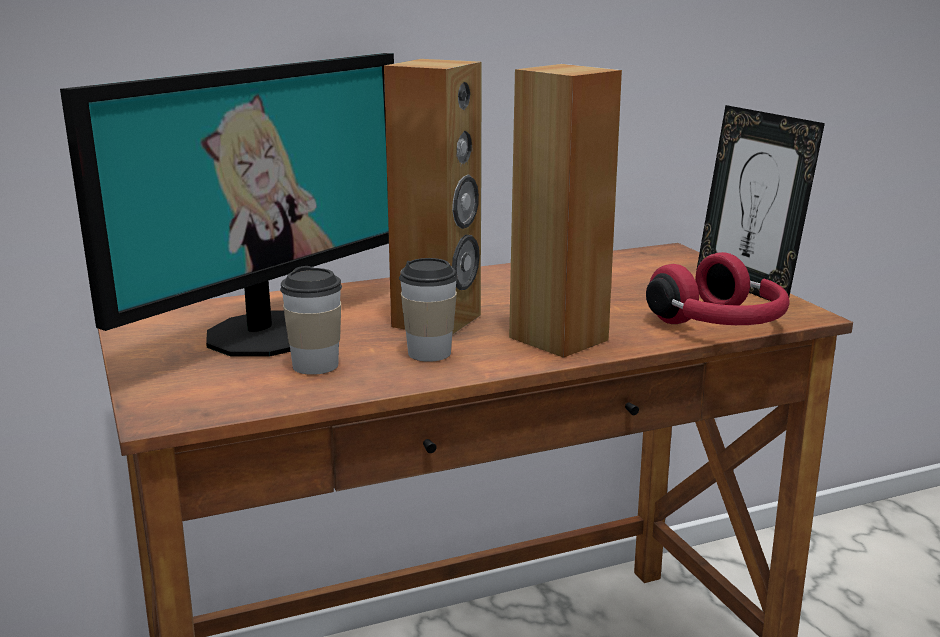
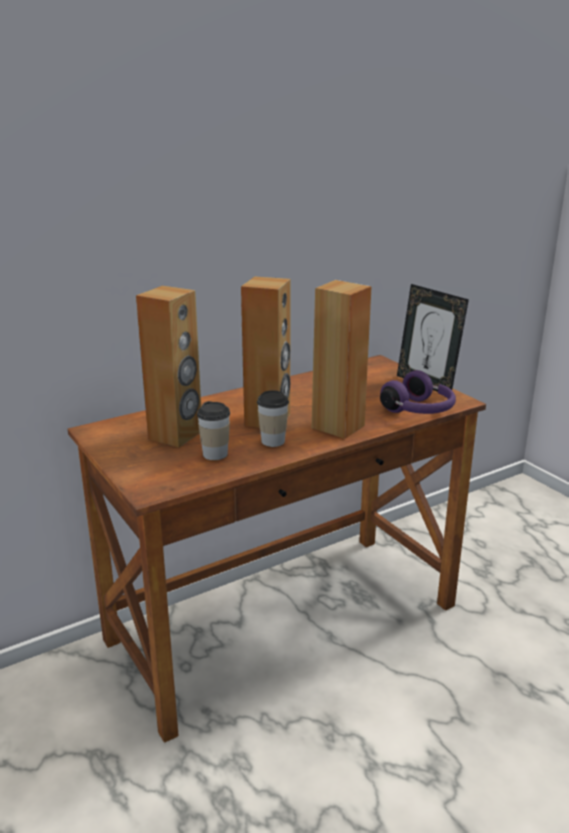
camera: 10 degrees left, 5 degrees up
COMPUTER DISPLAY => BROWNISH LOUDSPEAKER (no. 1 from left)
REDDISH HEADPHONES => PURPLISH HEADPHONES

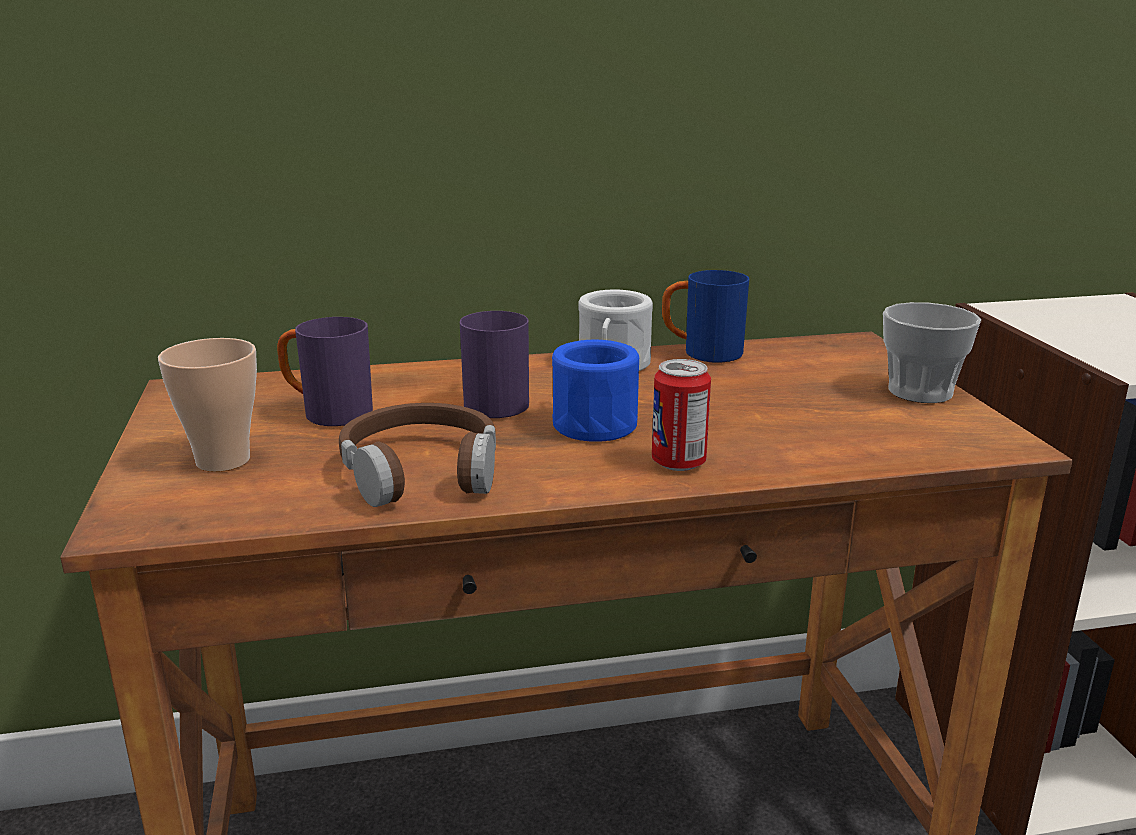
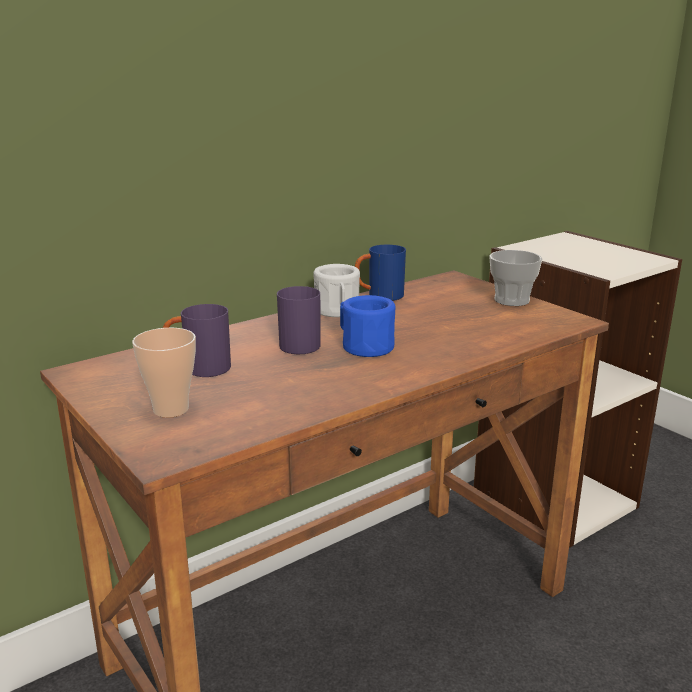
camera: 25 degrees left, 0 degrees up
METAL CAN => nothing
BROWNISH HEADPHONES => nothing

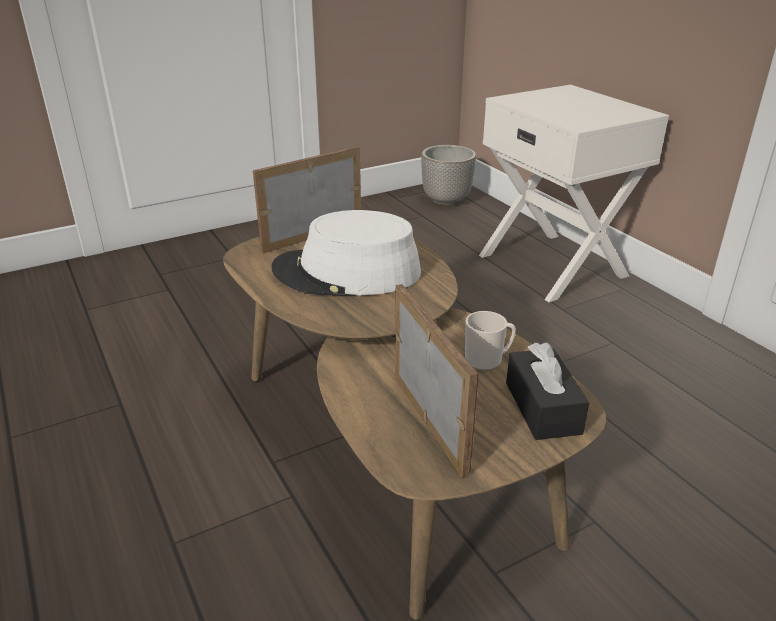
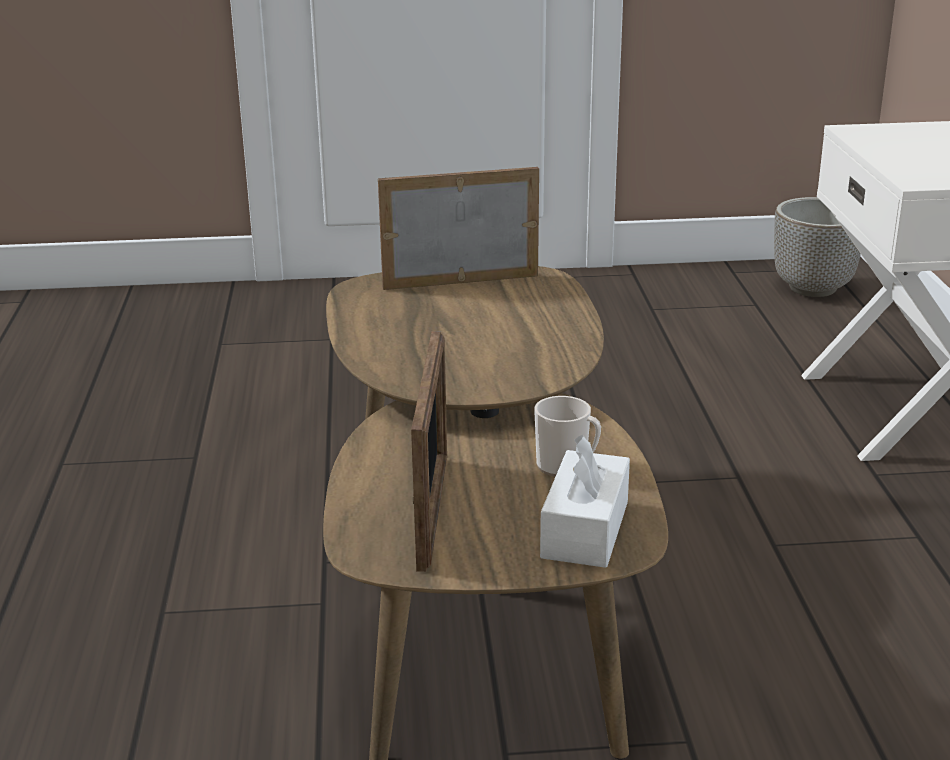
camera: 25 degrees right, 5 degrees down
WHITE-COLOURED WEARABLE HAT => nothing
BLACK TISSUE HOLDER => WHITE-COLOURED TISSUE HOLDER

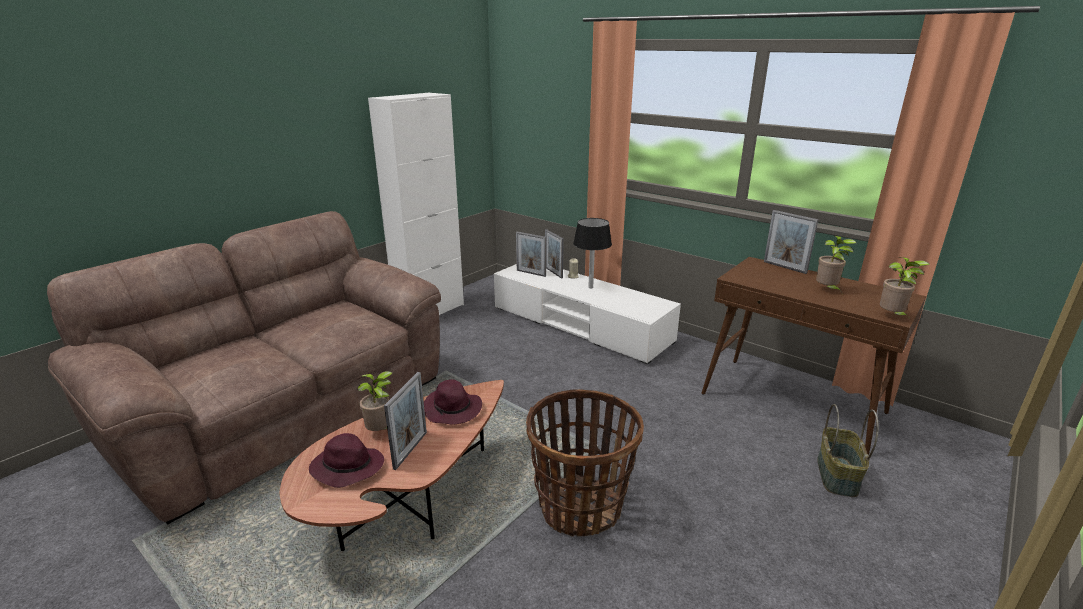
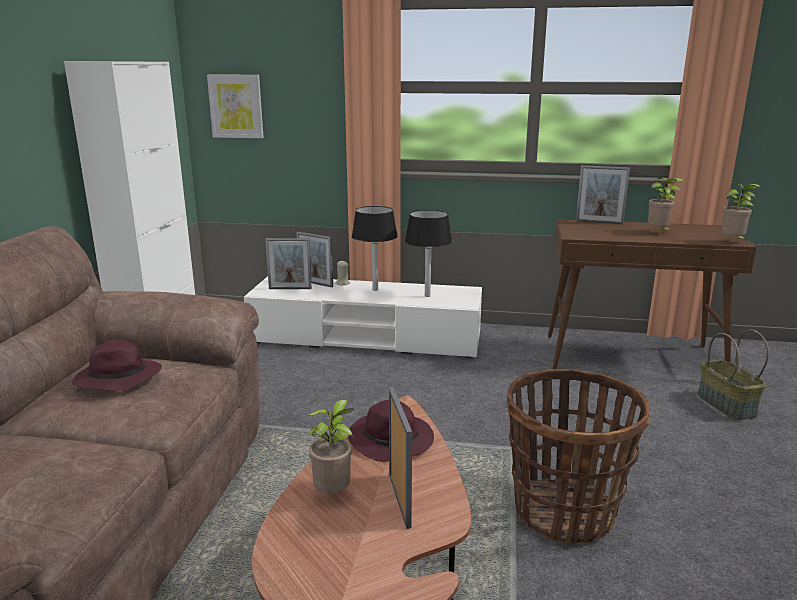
camera: 30 degrees left, 5 degrees down
PURPLISH WEARABLE HAT (no. 1 from left), relocated
nothing => WALL ART
nothing => BLACK TABLE LAMP (no. 2 from left)

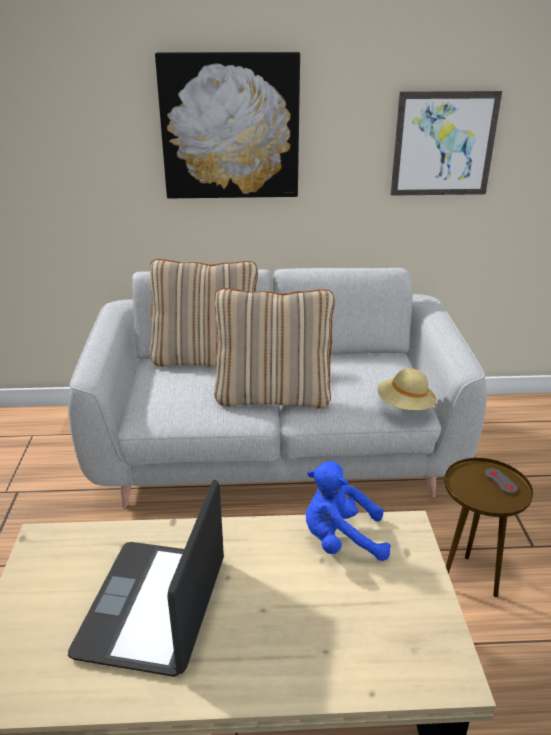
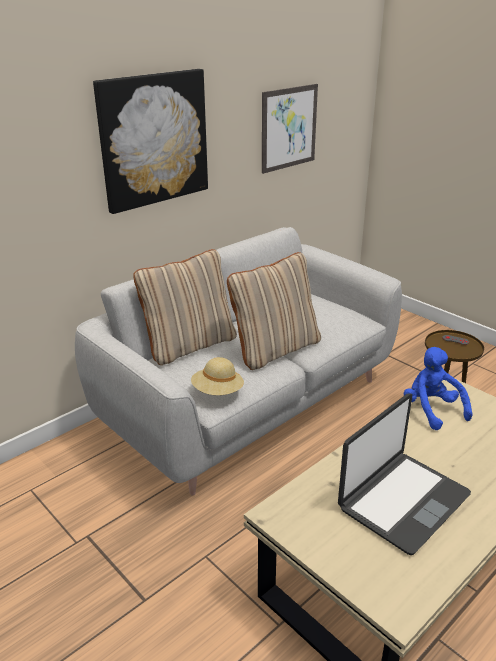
camera: 40 degrees left, 0 degrees up
BEIGE WEARABLE HAT, relocated
BLUE-COLOURED PLUSH TOY, 105 degrees clockwise
NOTEBOOK COMPUTER, 105 degrees counterclockwise

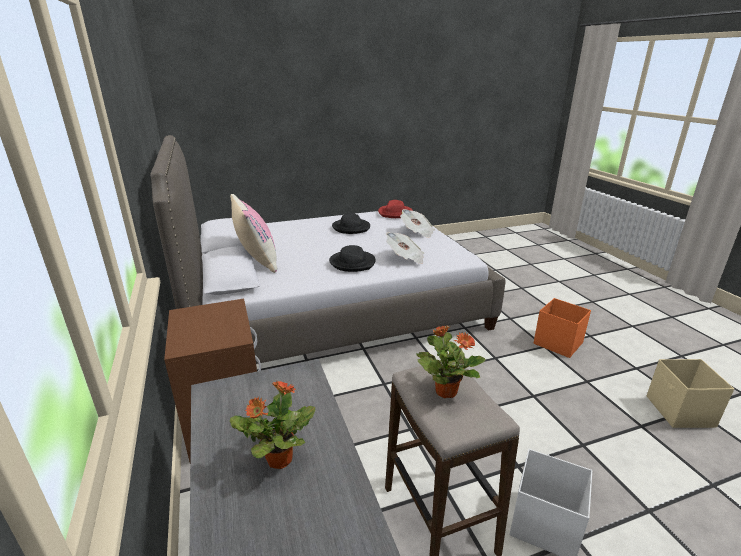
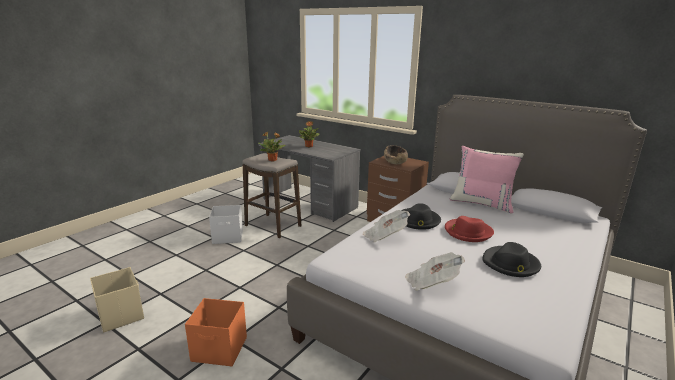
camera: 145 degrees right, 5 degrees down
REDDISH WEARABLE HAT, relocated
nothing => BROWNISH DEEP DISH

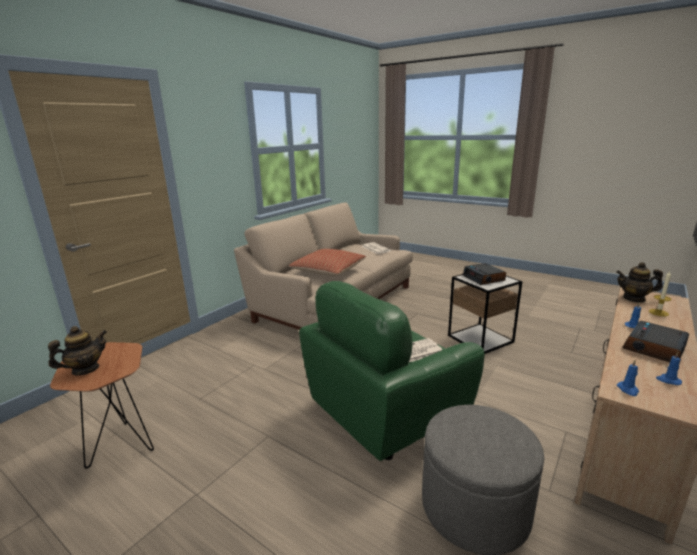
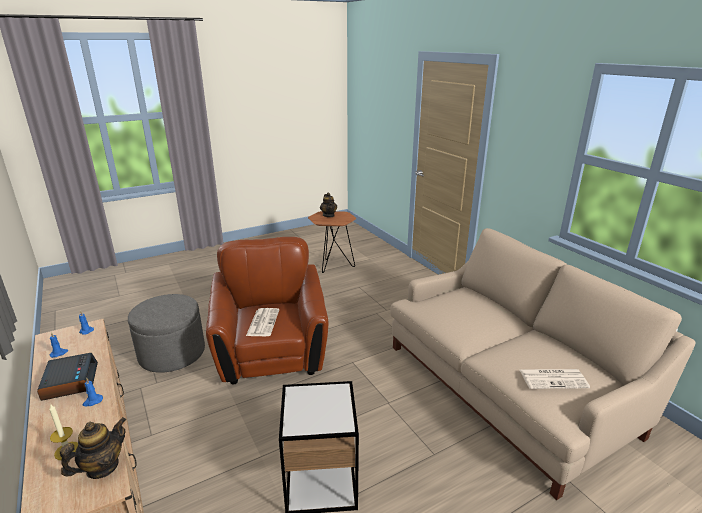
camera: 115 degrees right, 5 degrees up
CUSHION => nothing
ALARM CLOCK (no. 1 from left) => nothing
GREENISH ARMCHAIR => BROWNISH ARMCHAIR

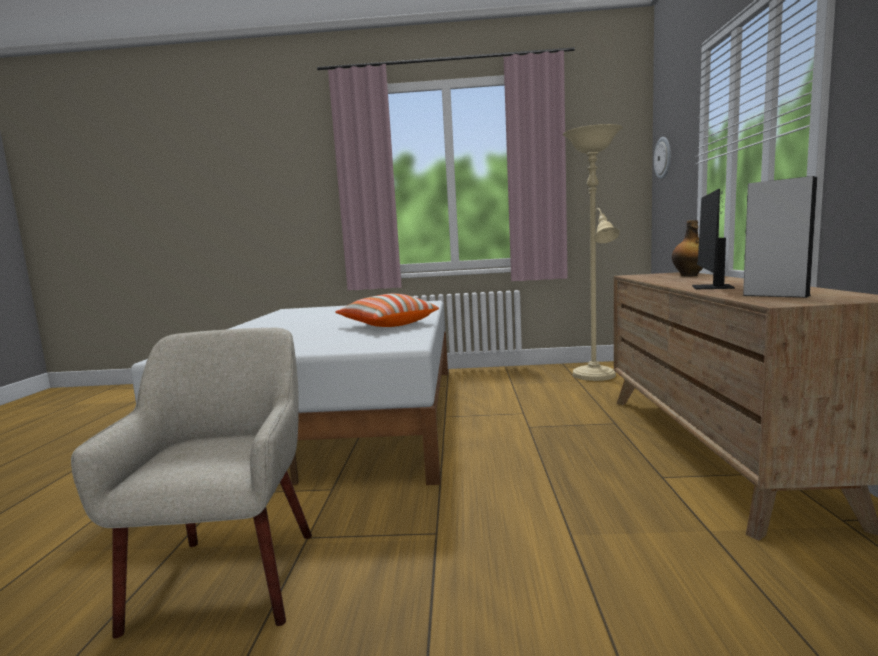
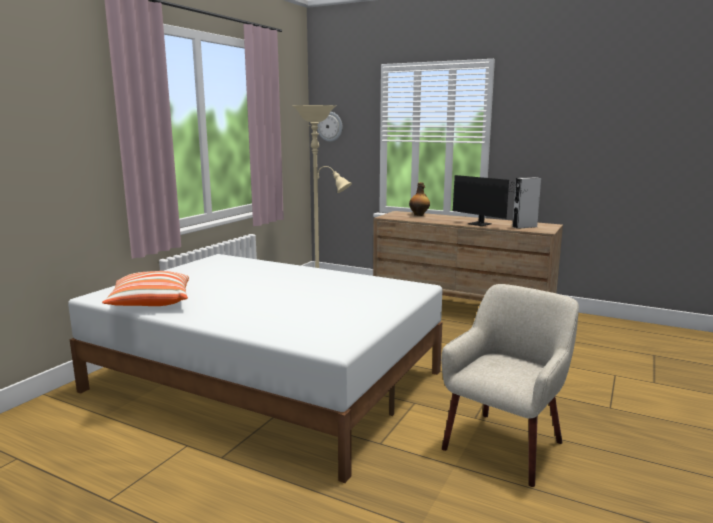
camera: 65 degrees left, 5 degrees up
CUSHION, relocated
BEIGE ARMCHAIR, 105 degrees clockwise

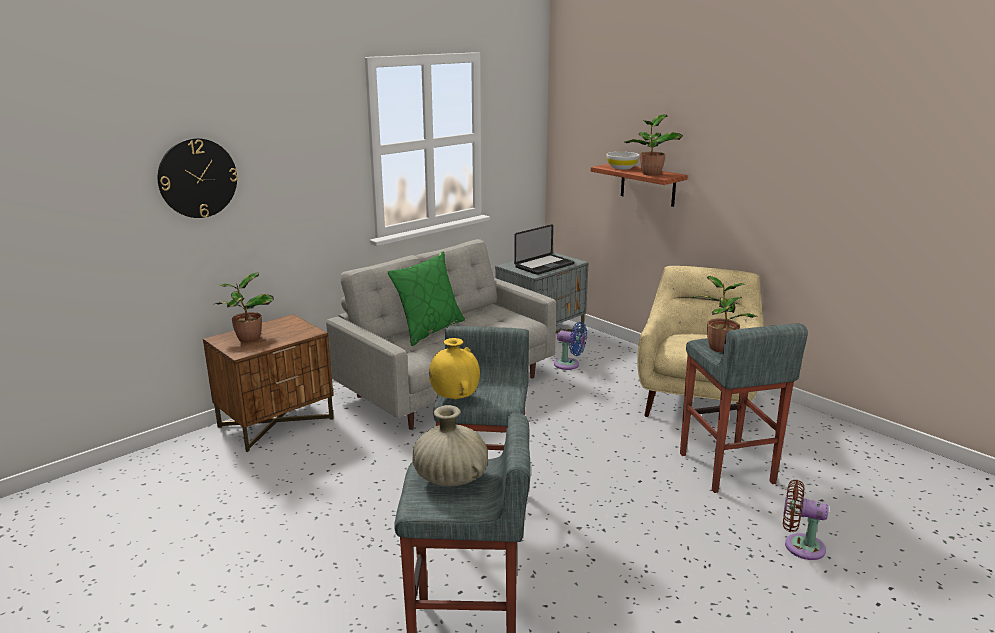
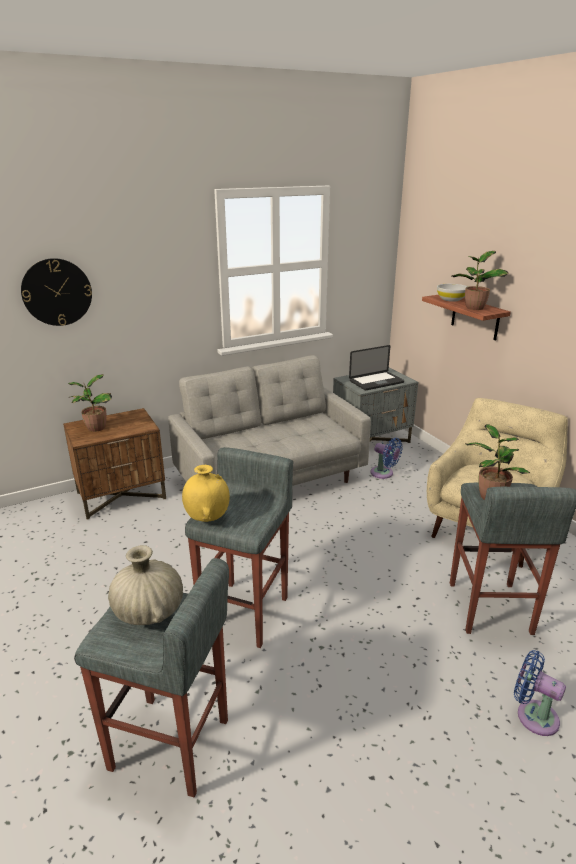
camera: 15 degrees right, 5 degrees up
GREENISH CUSHION => nothing
BROWNISH FAN => BLUE-COLOURED FAN (no. 2 from left)

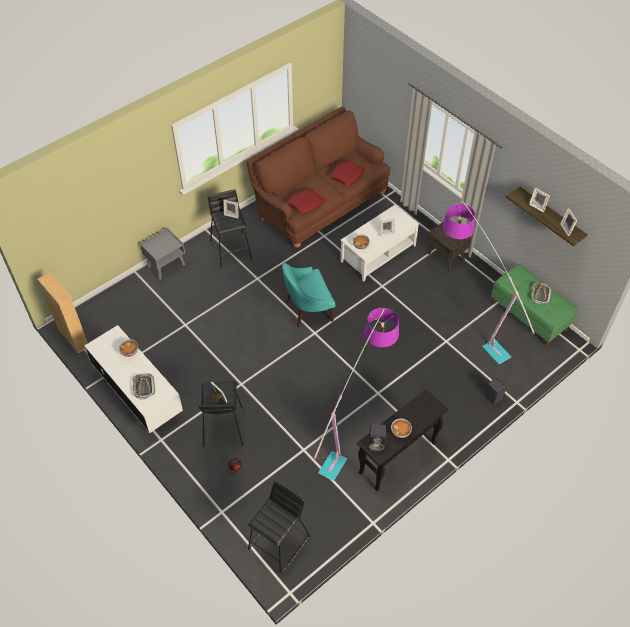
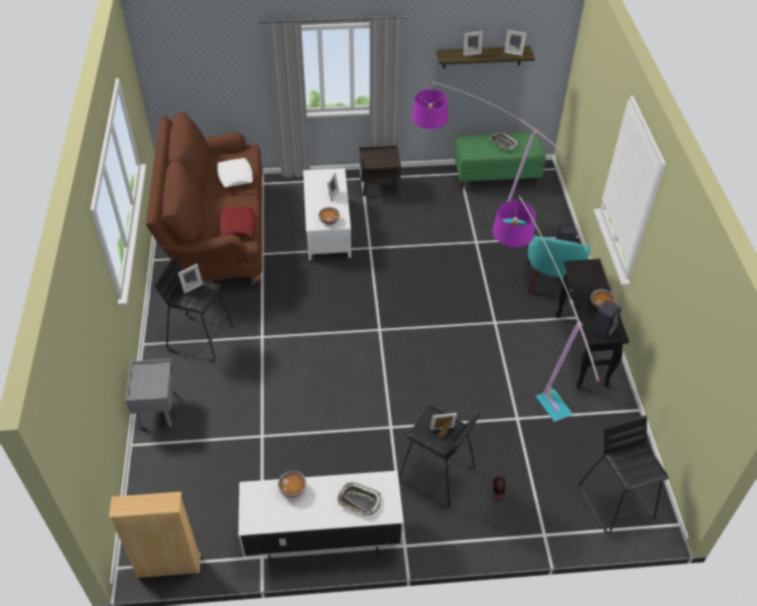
camera: 55 degrees left, 5 degrees down
REDDISH CUSHION (no. 2 from left) => WHITE-COLOURED CUSHION
BLUE-GREEN ARMCHAIR, relocated

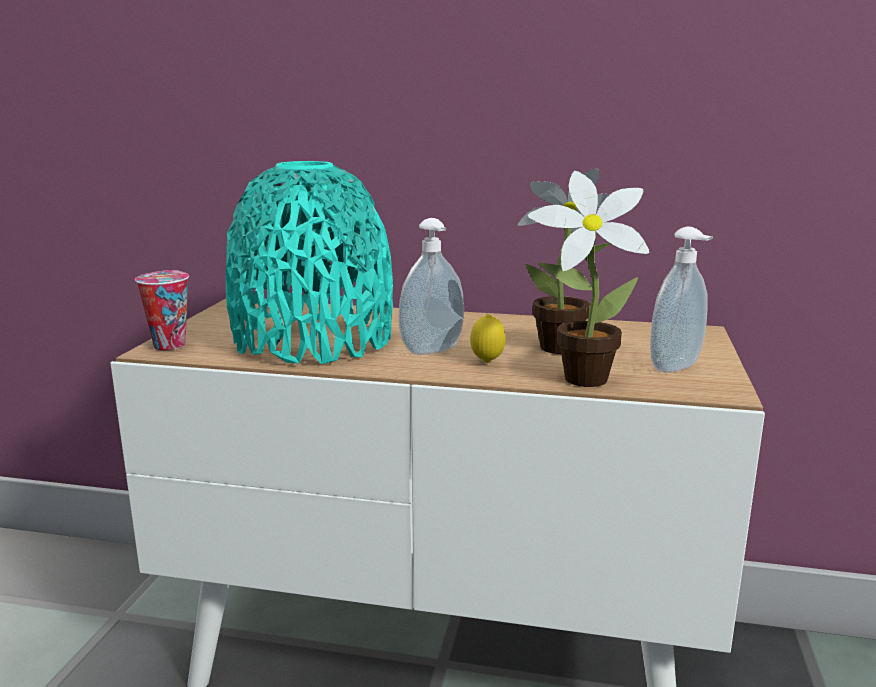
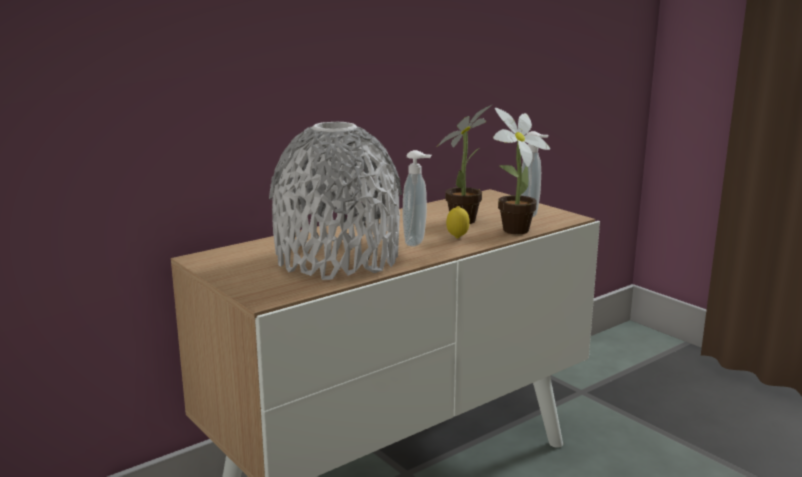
camera: 50 degrees left, 0 degrees up
BLUE-GREEN DECORATIVE VASE => GREY DECORATIVE VASE
SMALL CUP => nothing

